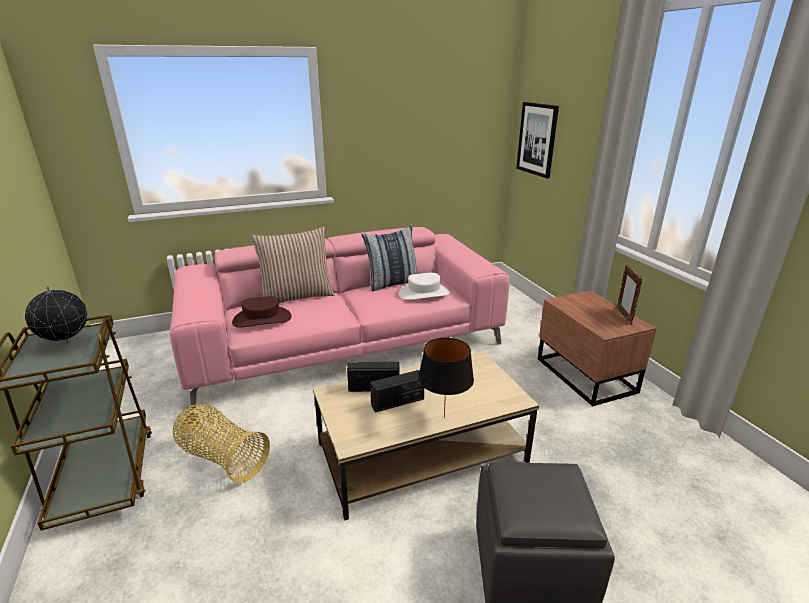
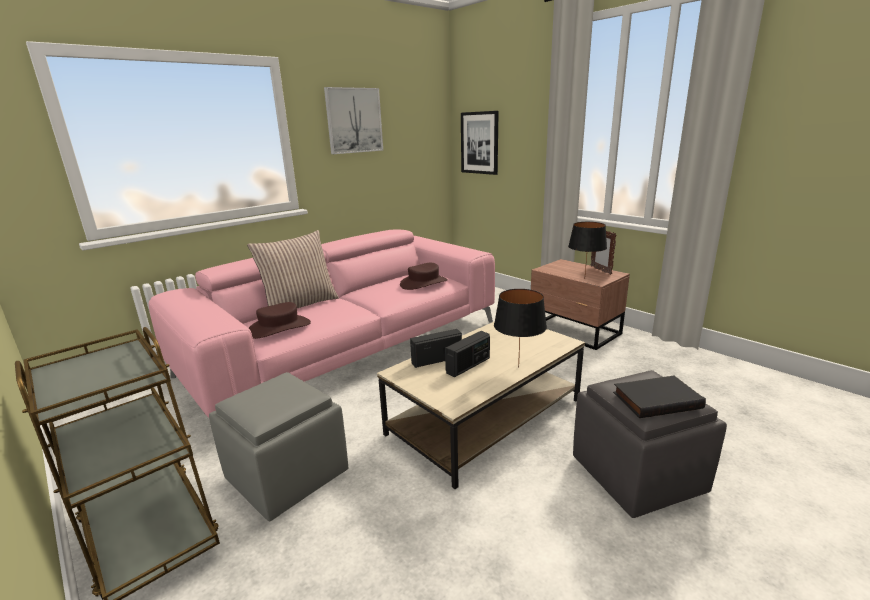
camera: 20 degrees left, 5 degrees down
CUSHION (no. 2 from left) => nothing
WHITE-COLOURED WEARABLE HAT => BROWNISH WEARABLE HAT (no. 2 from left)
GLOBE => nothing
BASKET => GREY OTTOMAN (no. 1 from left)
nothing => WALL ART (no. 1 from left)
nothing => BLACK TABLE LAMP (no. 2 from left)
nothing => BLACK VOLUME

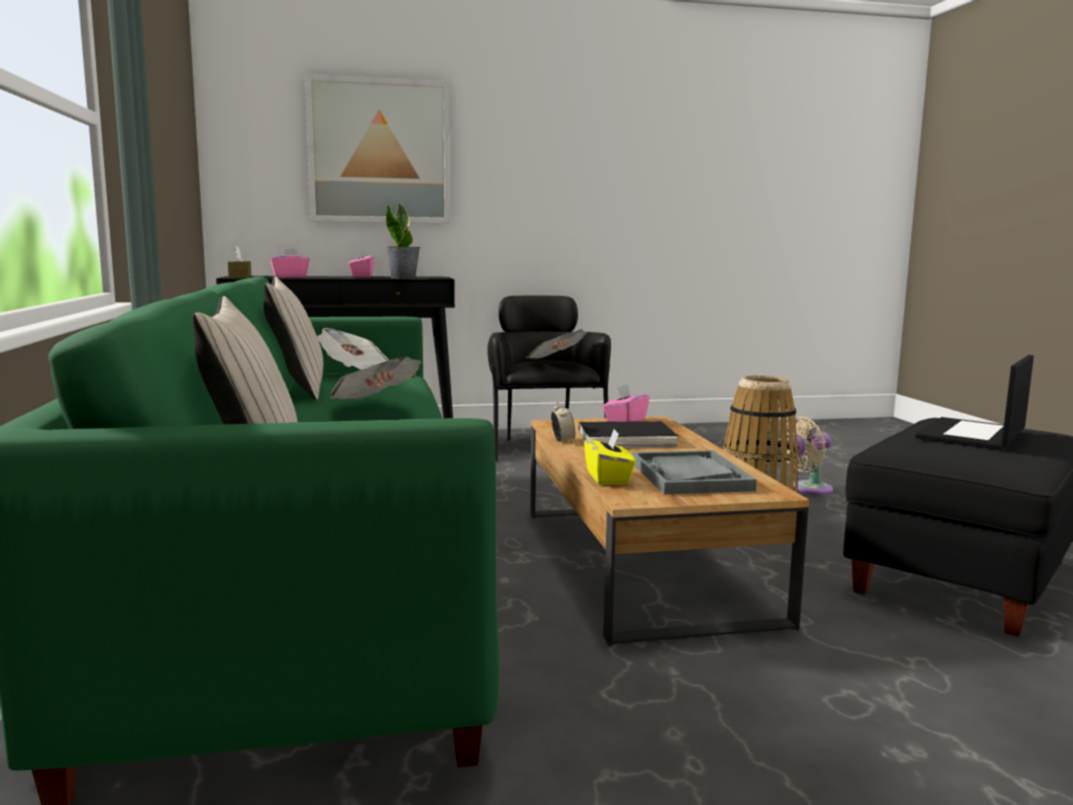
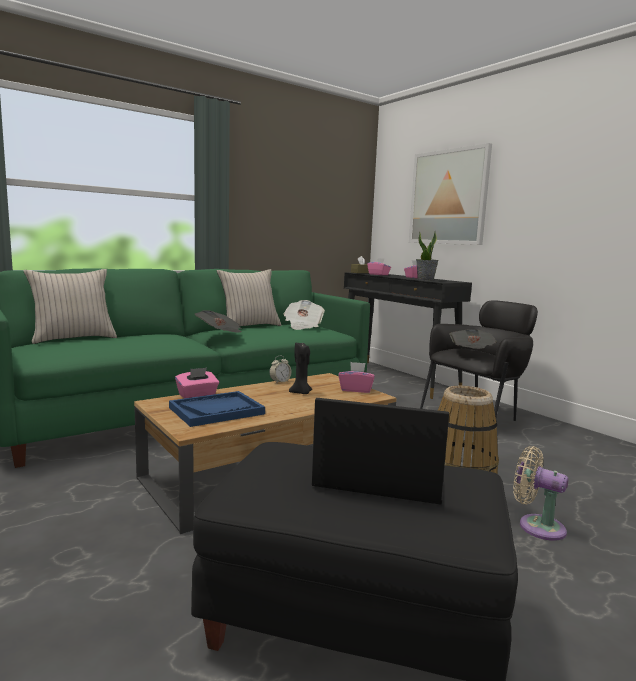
camera: 65 degrees right, 0 degrees up
BLACK VOLUME => BLACK WAX CANDLE
YELLOW-COLOURED TISSUE HOLDER => PINK-COLOURED TISSUE HOLDER (no. 1 from left)
GREY CARRYING TRAY => BLUE-COLOURED CARRYING TRAY

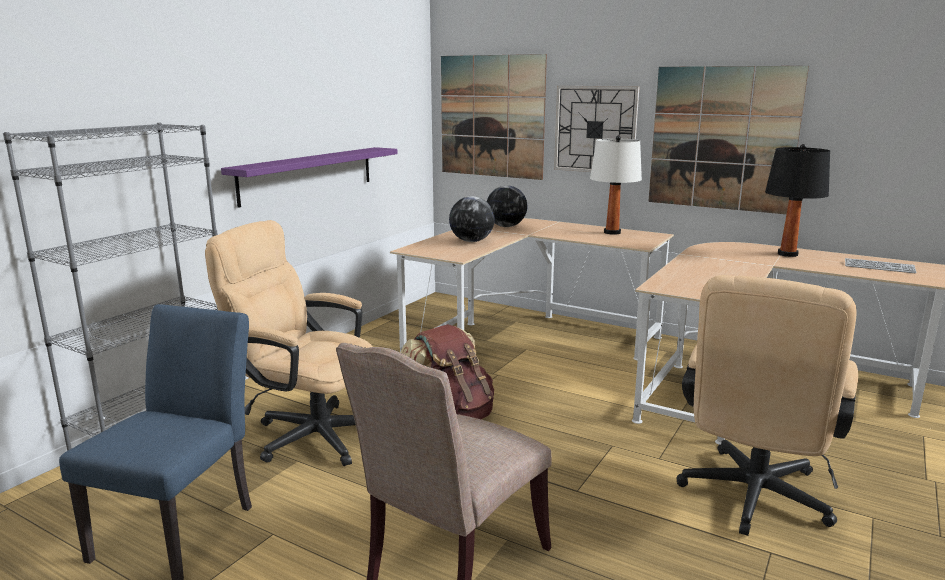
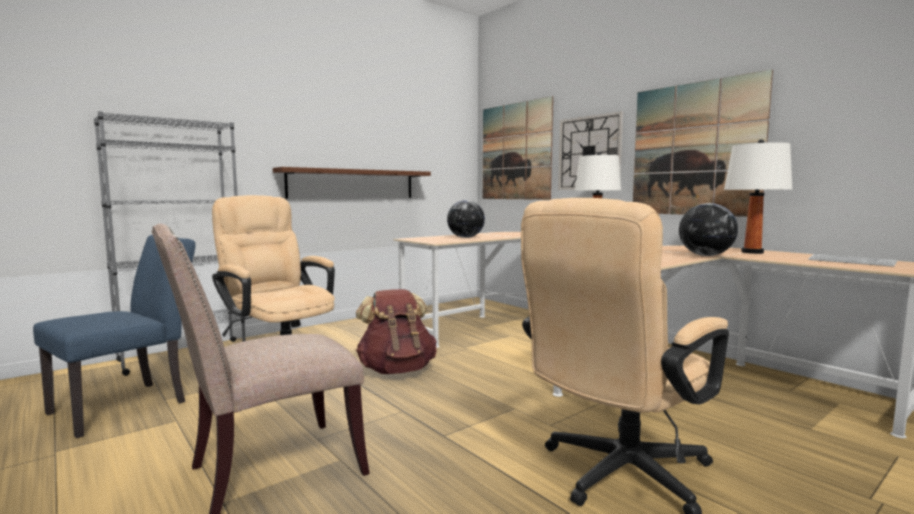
camera: 20 degrees right, 10 degrees down
BLACK TABLE LAMP => WHITE-COLOURED TABLE LAMP (no. 2 from left)
PURPLISH SHELF => BROWNISH SHELF
GLOBE (no. 2 from left), relocated

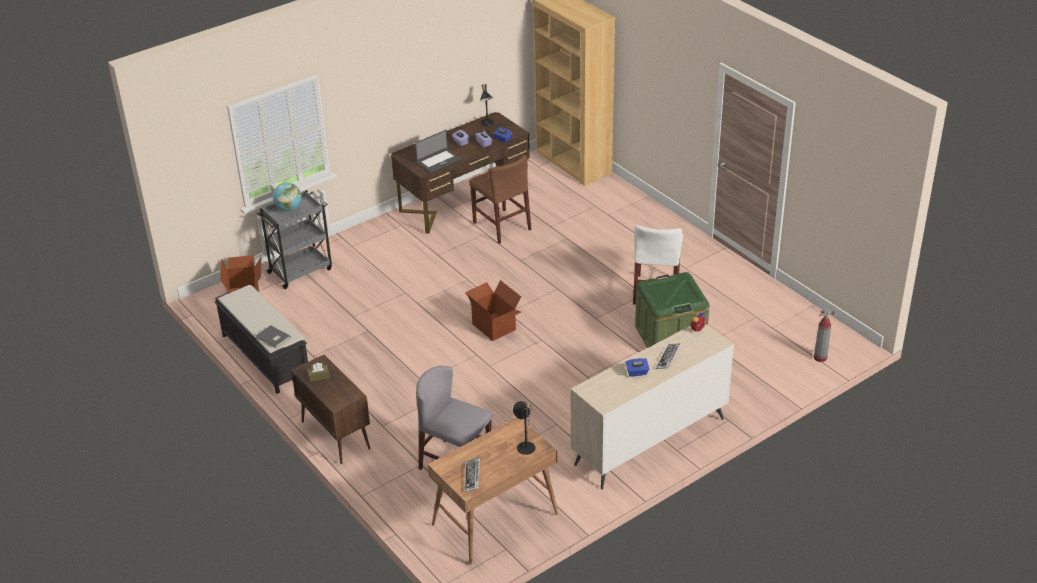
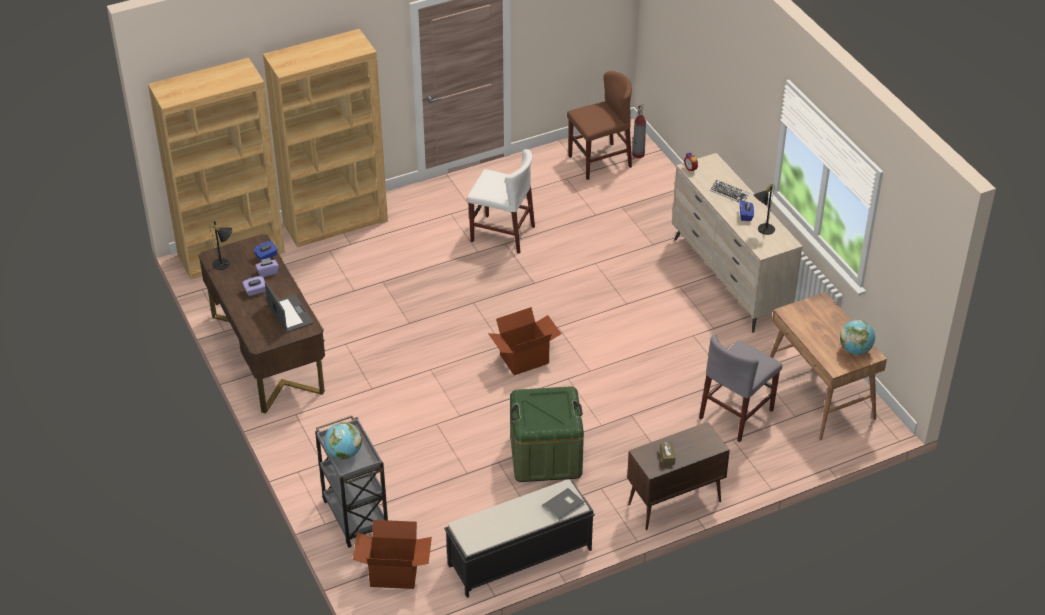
camera: 80 degrees left, 5 degrees up
BROWNISH CHAIR, relocated
GREENISH STORAGE BOX, relocated
BLACK TABLE LAMP (no. 2 from left), relocated
COMPUTER KEYBOARD (no. 1 from left) => GLOBE (no. 2 from left)
nothing => BROWNISH BOOKSHELF (no. 2 from left)

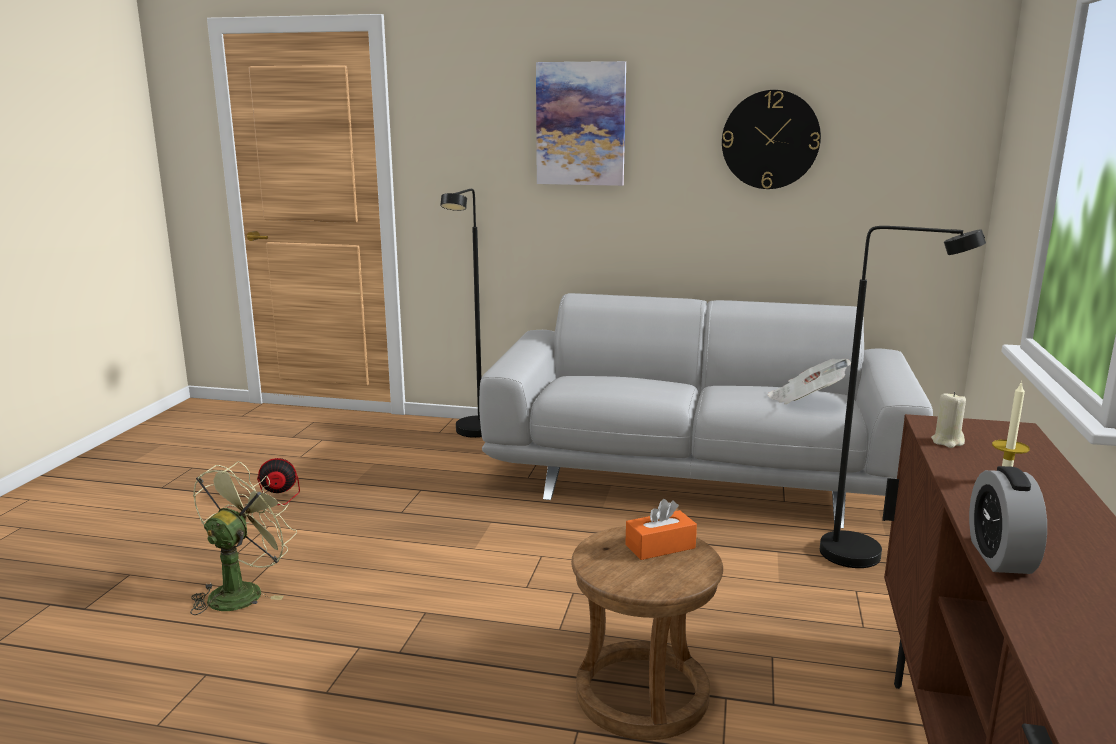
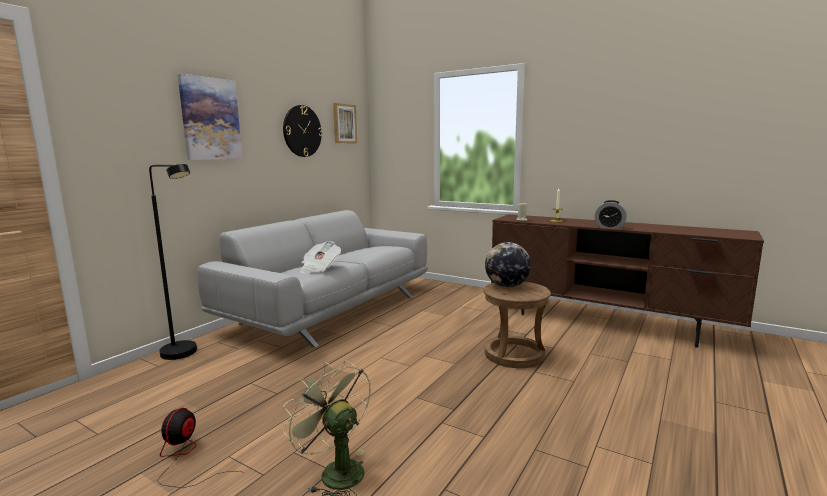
camera: 70 degrees left, 5 degrees down
BLACK STANDING LAMP (no. 2 from left) => nothing
DAILY PAPER, relocated
ORANGE-COLOURED TISSUE HOLDER => GLOBE
nothing => WALL ART (no. 2 from left)

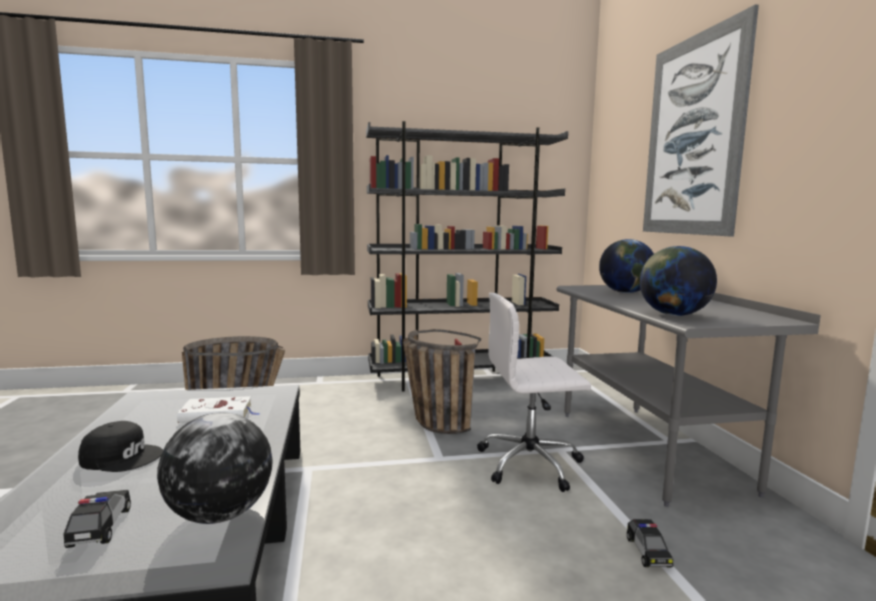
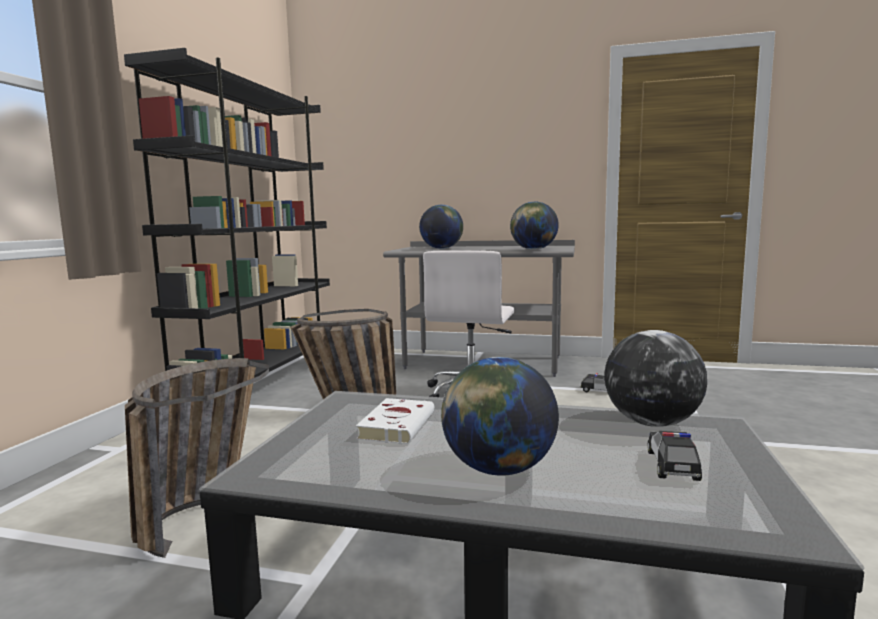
camera: 65 degrees left, 0 degrees up
WALL ART => nothing
BLACK PEAKED CAP => GLOBE (no. 2 from left)
TOY CAR (no. 1 from left in the first image) => TOY CAR (no. 2 from left), 90 degrees clockwise

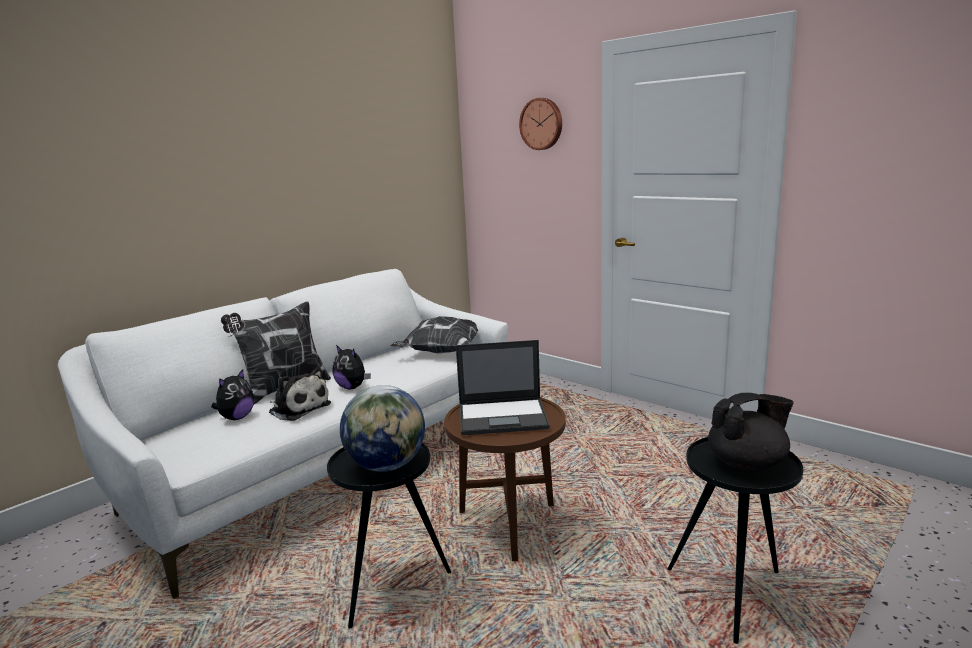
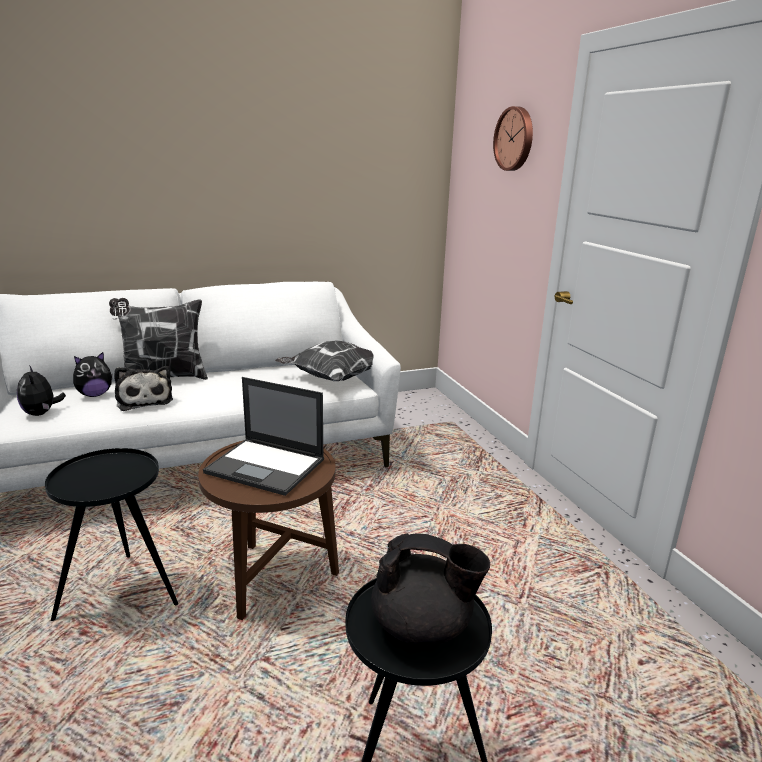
camera: 25 degrees right, 5 degrees up
PLUSH TOY (no. 3 from left in the first image) => PLUSH TOY (no. 1 from left), relocated
GLOBE => nothing

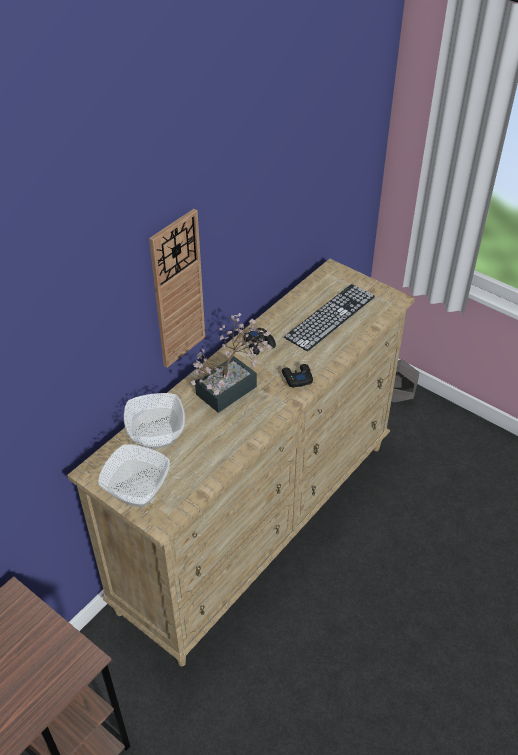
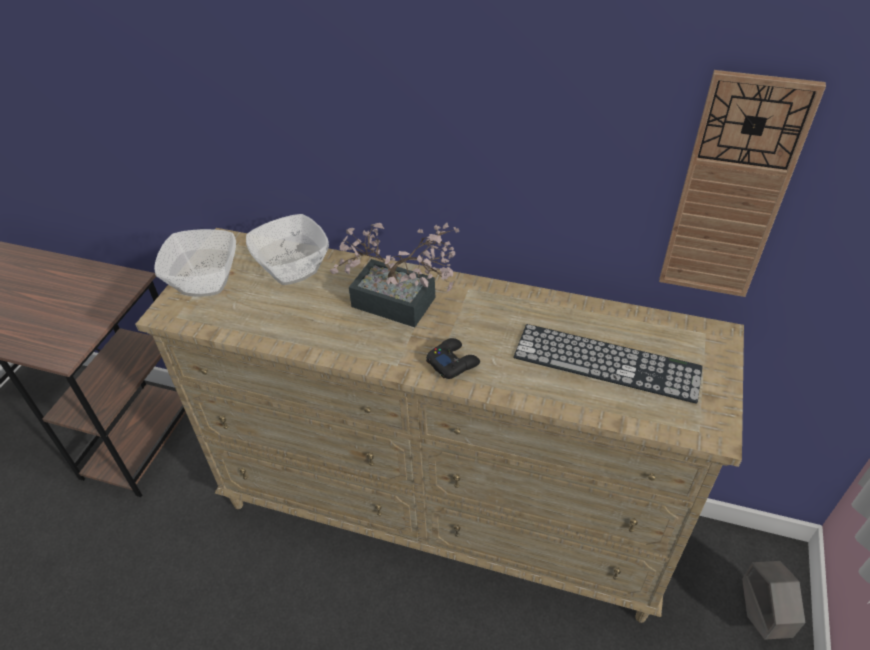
camera: 70 degrees right, 0 degrees up
WALL CLOCK, relocated
BLACK GAME CONTROLLER (no. 1 from left) => nothing

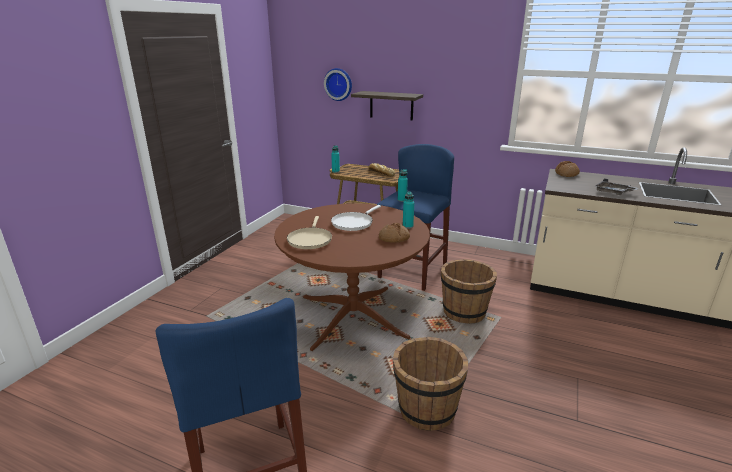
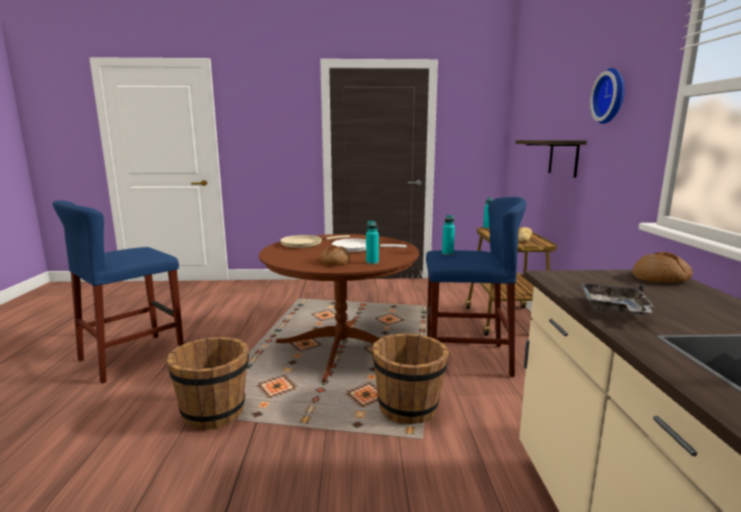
camera: 65 degrees right, 10 degrees down
WALL CLOCK, relocated

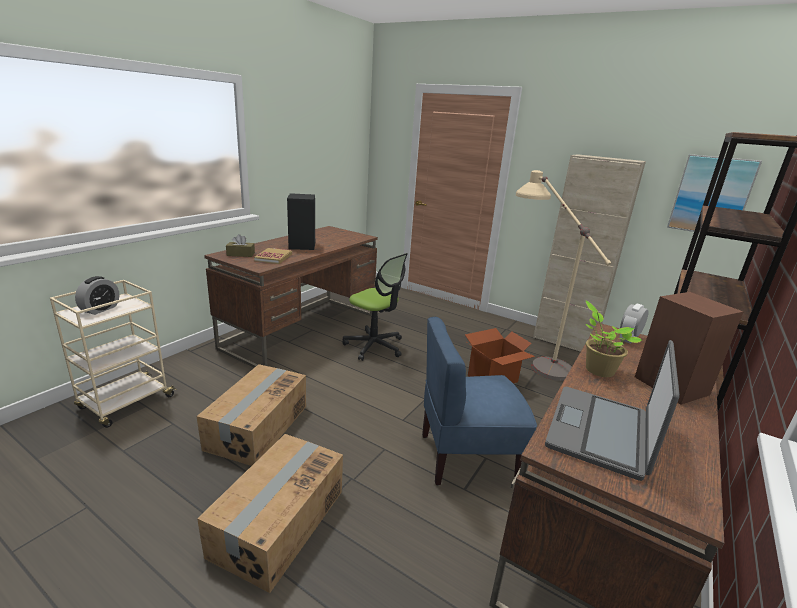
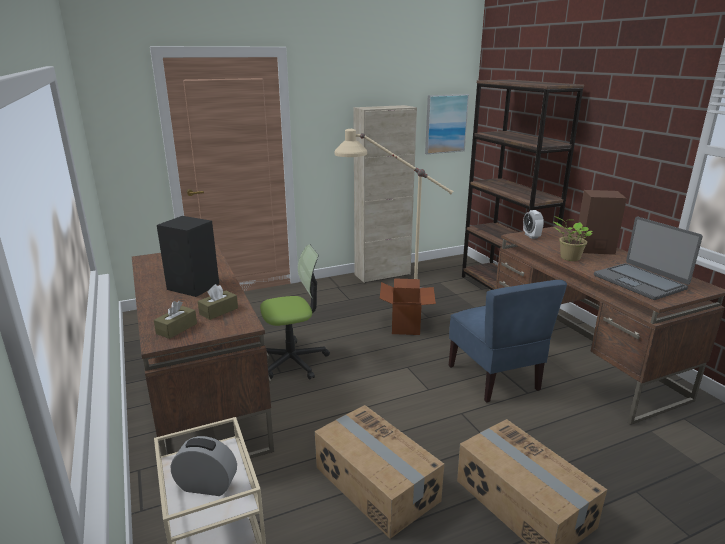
camera: 55 degrees left, 0 degrees up
VOLUME => BROWNISH TISSUE HOLDER (no. 2 from left)
ALARM CLOCK (no. 1 from left), 45 degrees counterclockwise
BLUE-COLOURED CHAIR, 45 degrees counterclockwise

